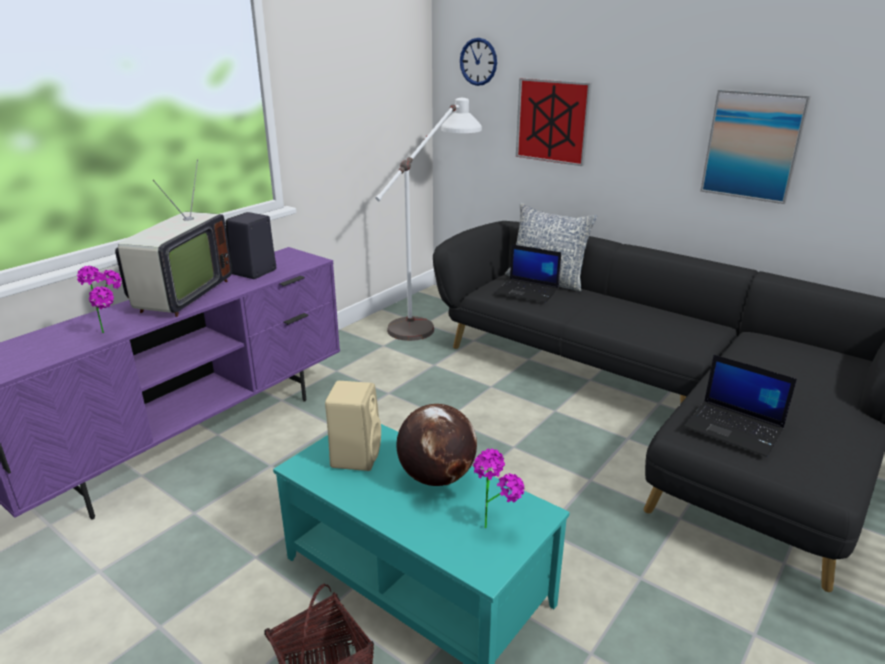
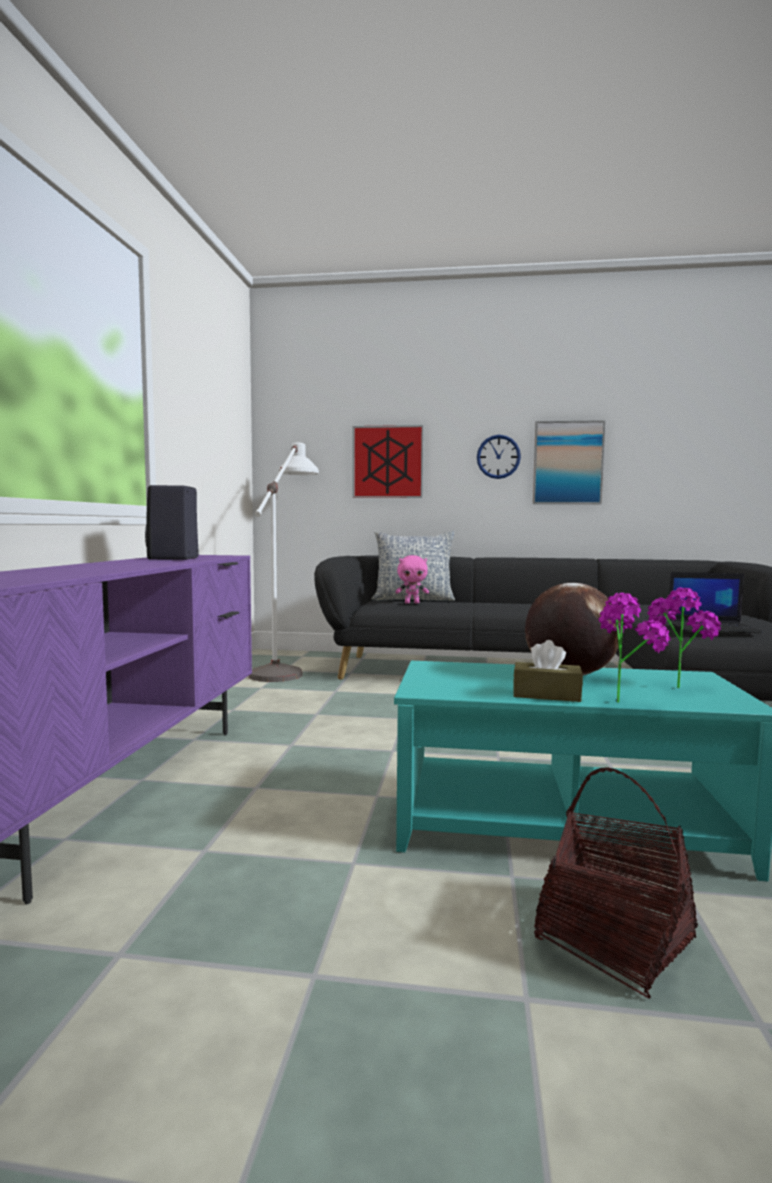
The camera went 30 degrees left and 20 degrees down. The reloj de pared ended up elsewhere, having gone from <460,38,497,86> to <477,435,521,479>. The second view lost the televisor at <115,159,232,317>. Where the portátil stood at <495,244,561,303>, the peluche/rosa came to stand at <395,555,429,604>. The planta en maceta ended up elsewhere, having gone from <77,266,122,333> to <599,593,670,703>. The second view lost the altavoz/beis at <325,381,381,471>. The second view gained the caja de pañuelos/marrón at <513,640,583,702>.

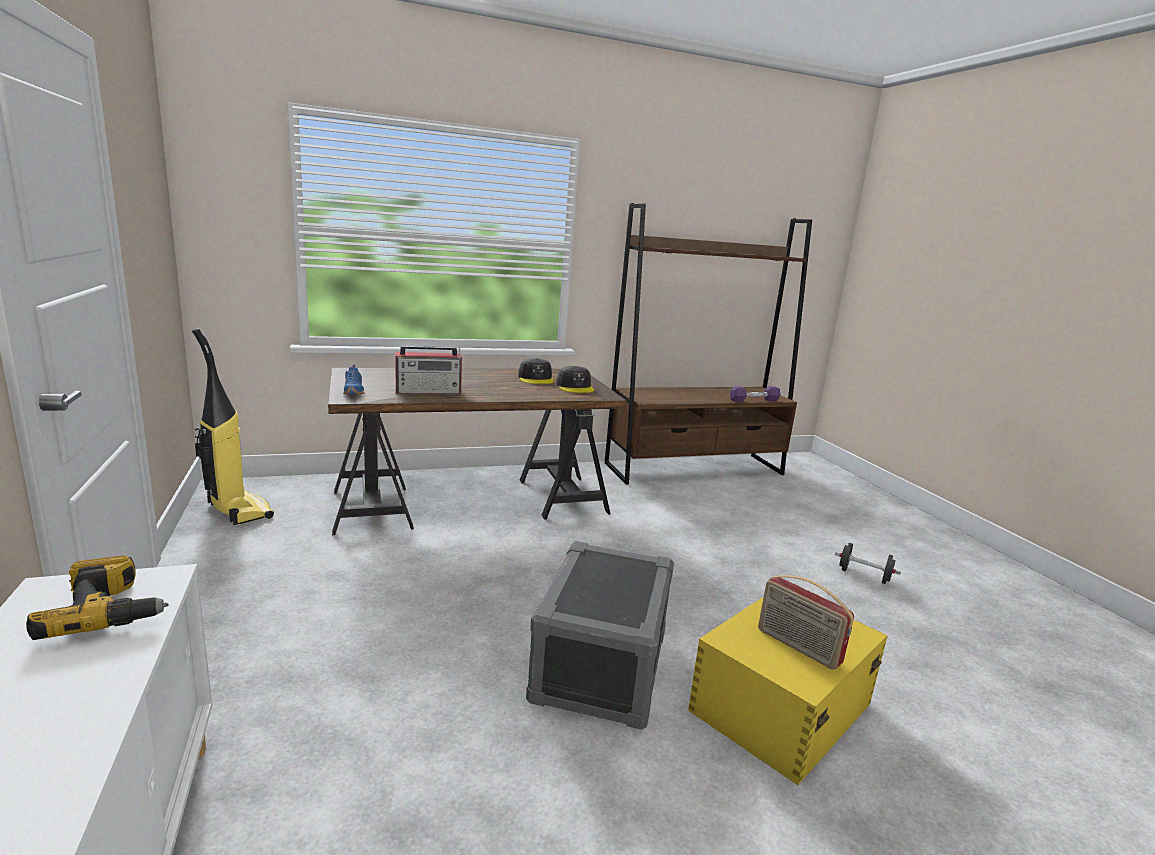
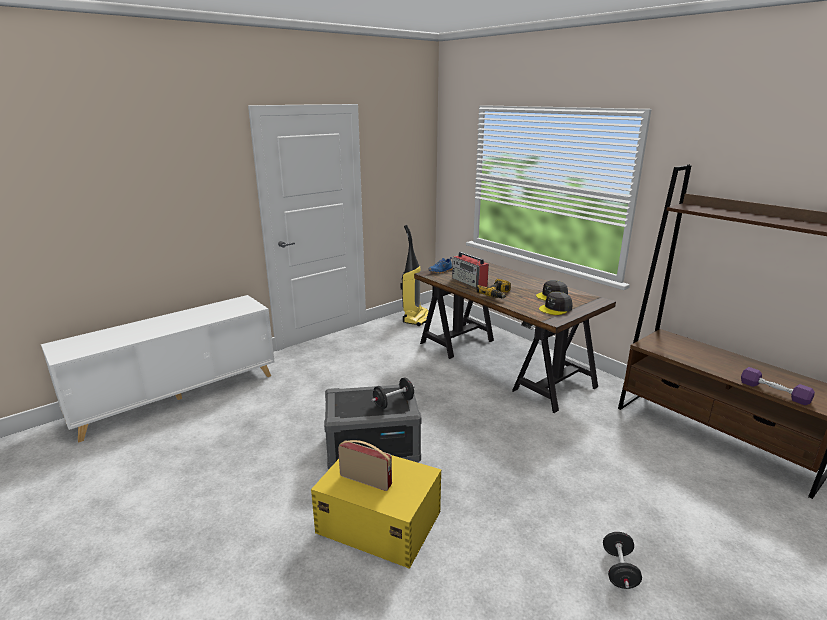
The camera went 70 degrees right and 5 degrees up. The taladro ended up elsewhere, having gone from <26,555,169,640> to <476,279,511,298>. The radio at <758,575,854,670> ended up facing another way, 90 degrees clockwise from before. The second view gained the mancuerna/negro at <371,377,415,409>.

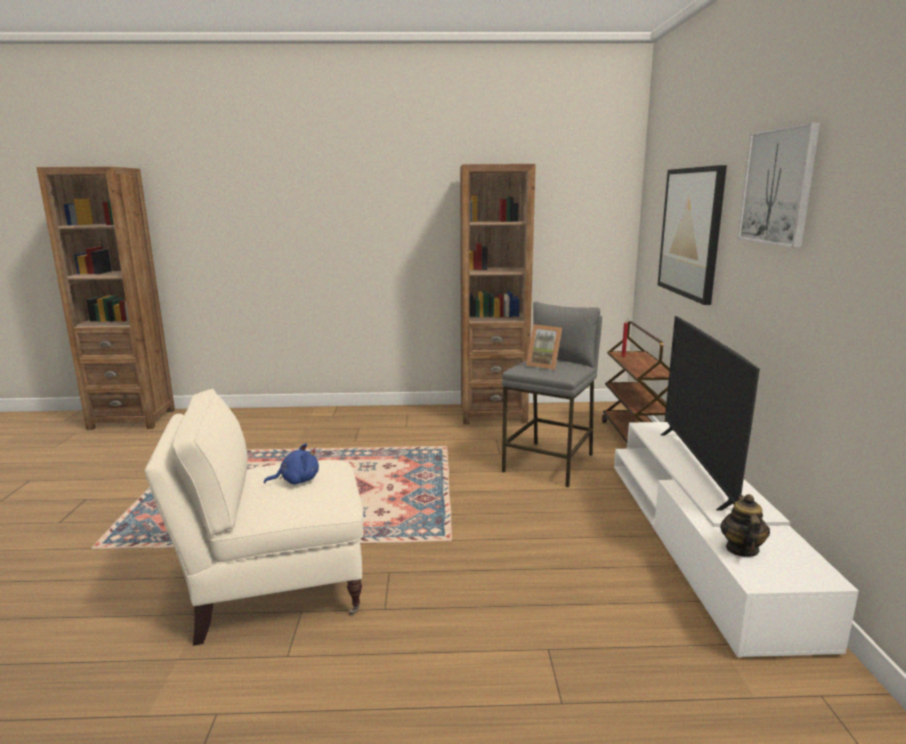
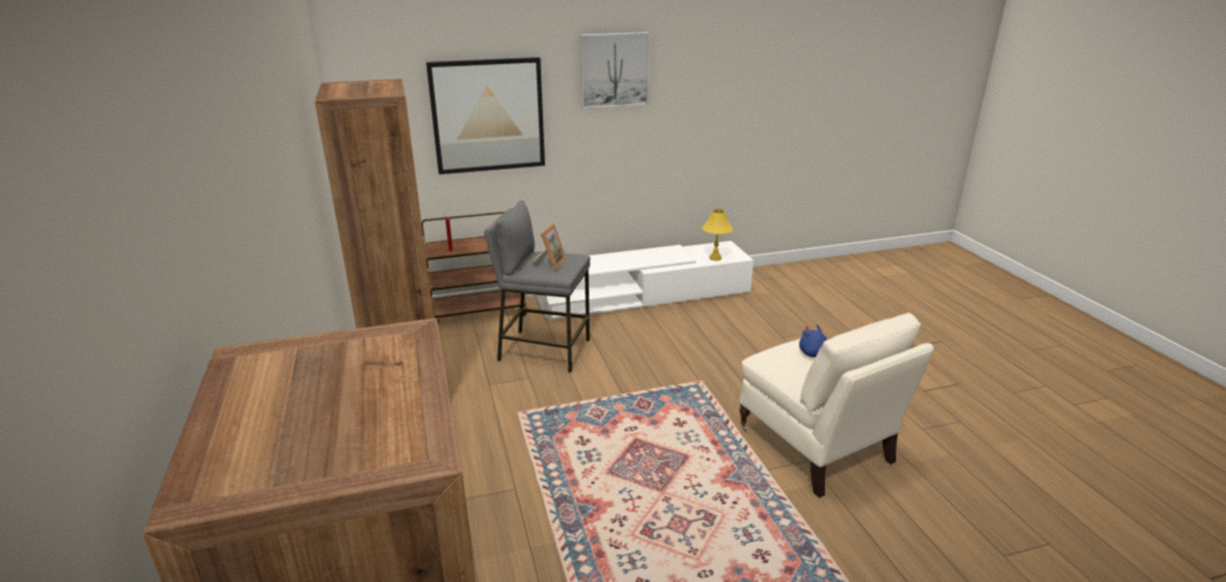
The camera went 105 degrees left and 10 degrees up. The second view lost the televisor at <661,316,760,511>. Where the tetera stood at <720,494,770,557>, the lámpara de mesa/amarillo came to stand at <702,209,733,261>.

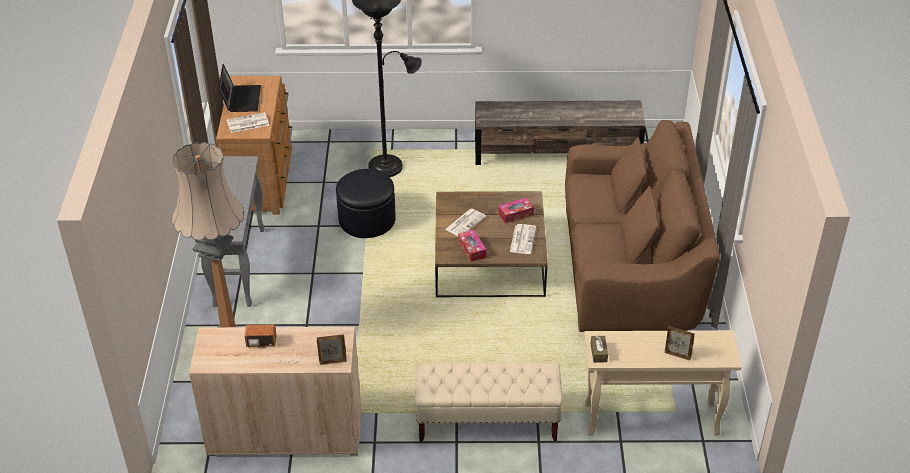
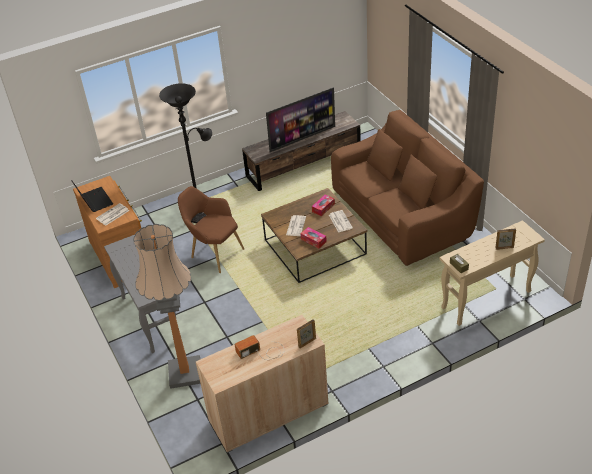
The camera went 25 degrees left and 0 degrees up. Where the puf/negro stood at <336,169,396,238>, the sillón/marrón came to stand at <178,186,244,273>. The second view lost the banco/beis at <415,362,563,441>. The second view gained the televisor at <266,87,335,152>.

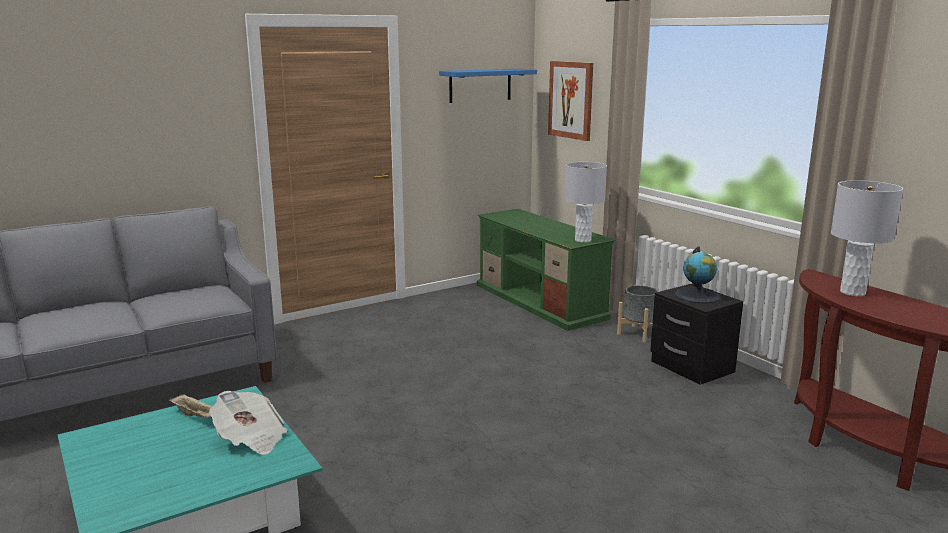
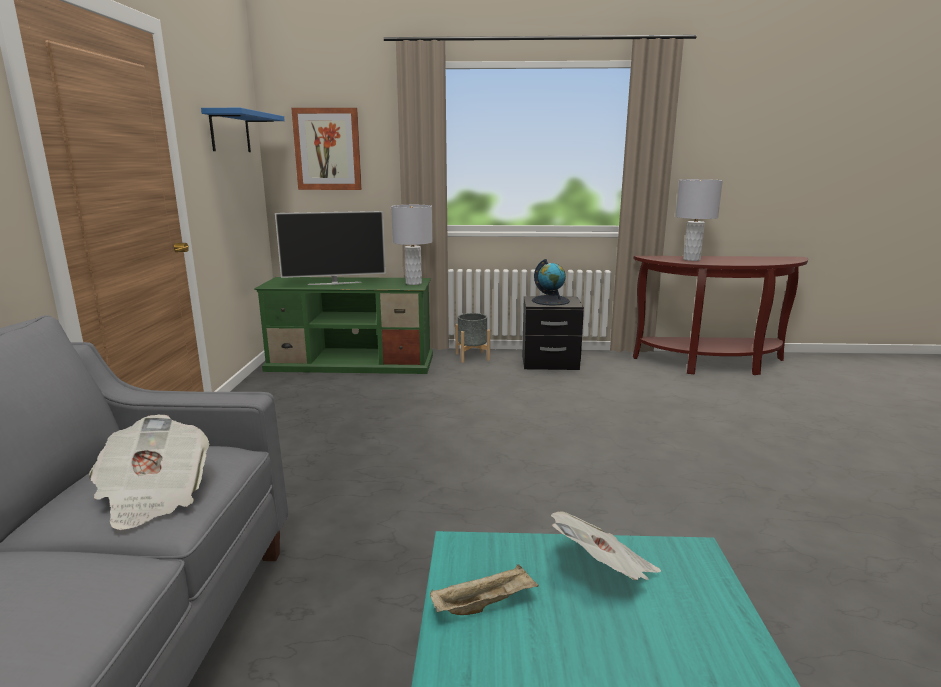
The camera went 55 degrees left and 0 degrees up. The second view gained the televisor at <275,211,386,285>. The second view gained the periódico at <89,415,210,530>.

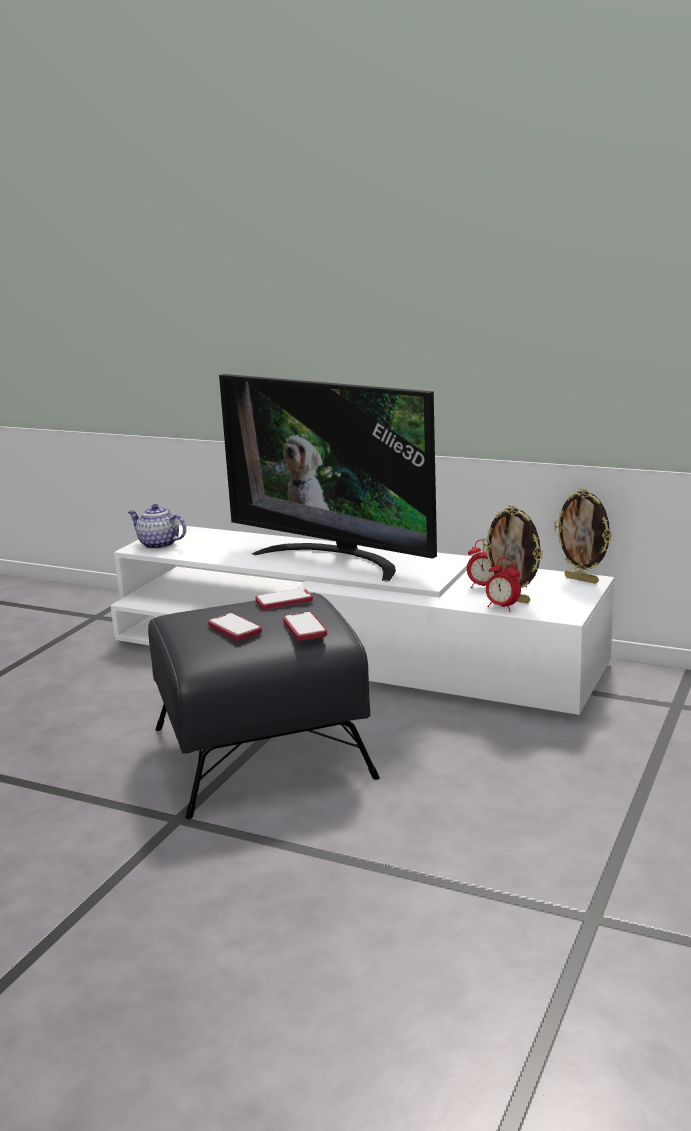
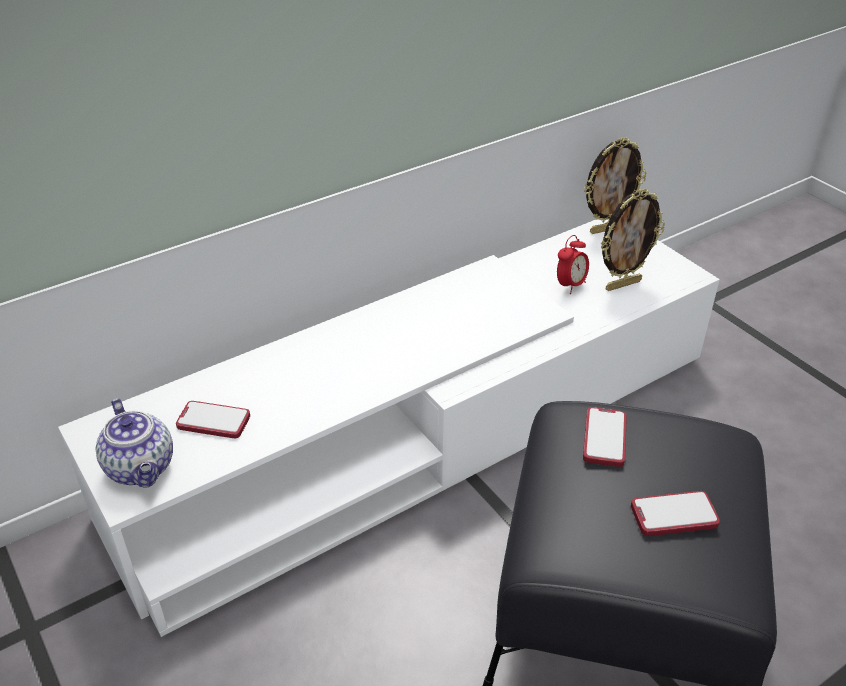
The camera went 60 degrees left and 20 degrees up. The second view lost the televisor at <219,374,437,581>. The tetera at <128,504,186,549> ended up facing another way, 90 degrees counterclockwise from before. The second view lost the despertador at <486,558,521,611>. The móvil ended up elsewhere, having gone from <283,612,327,641> to <176,401,250,438>.

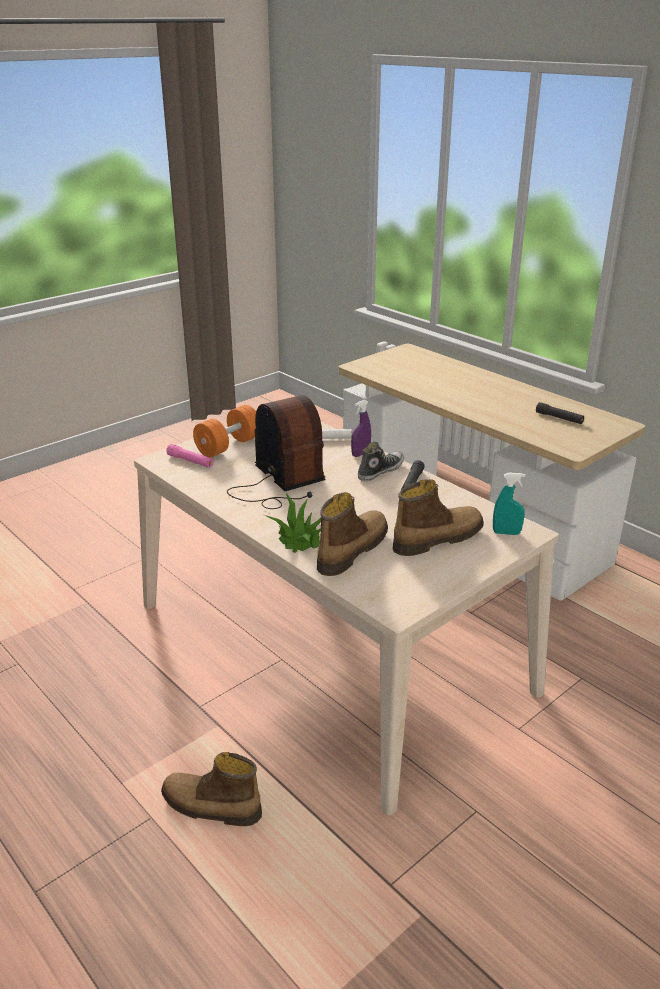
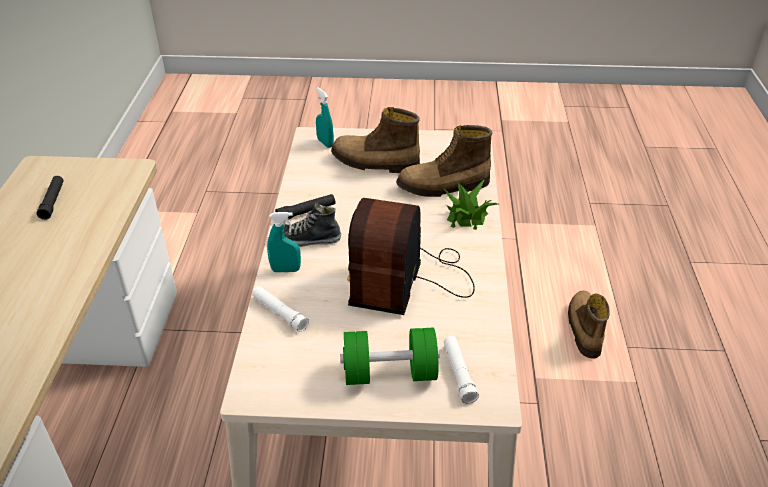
The camera went 135 degrees left and 10 degrees up. What was the pulverizador/morado at <351,400,371,457> turned into the pulverizador/turquesa at <267,212,301,272>. What was the mancuerna/naranja at <193,405,256,457> turned into the mancuerna/verde at <341,327,439,385>. What was the linterna/rosa at <166,444,214,468> turned into the linterna/blanco at <444,336,479,403>. The bota at <161,752,262,826> ended up facing another way, 150 degrees counterclockwise from before.

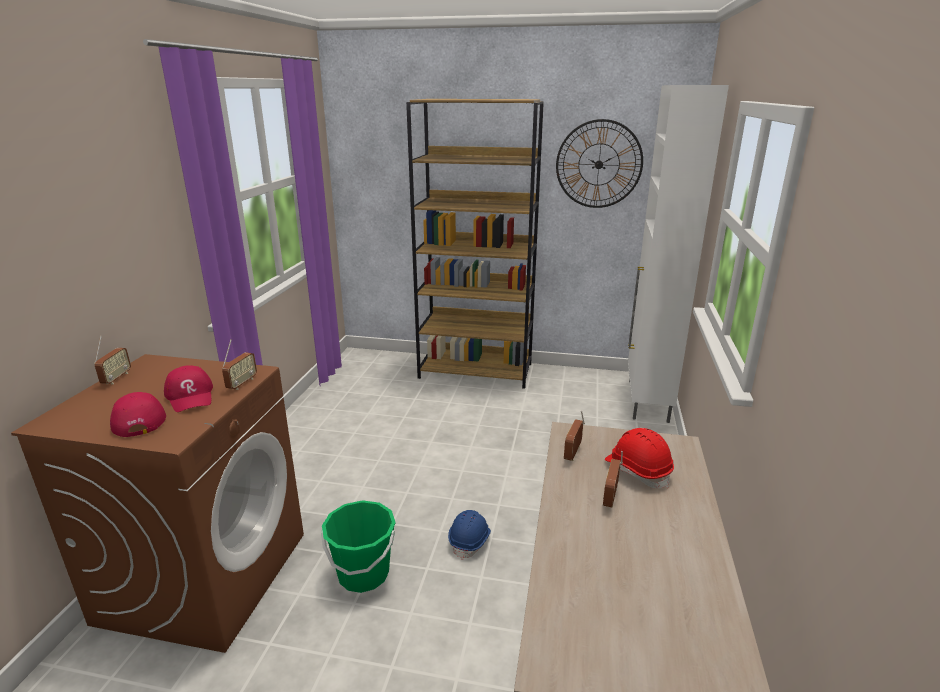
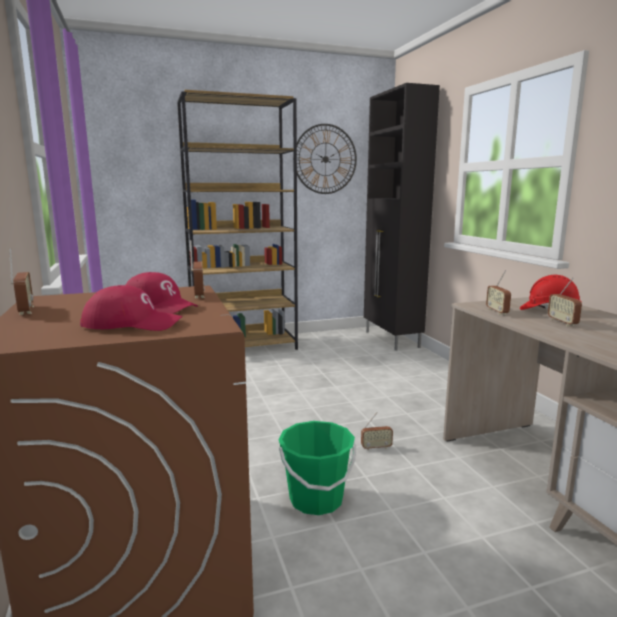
The camera went 30 degrees left and 10 degrees down. What was the armario/blanco at <628,85,729,423> turned into the armario/negro at <364,83,440,351>. The gorra/rojo at <110,392,166,437> ended up facing another way, 150 degrees clockwise from before. Where the casco/azul stood at <448,510,491,560>, the radio came to stand at <361,412,393,450>.

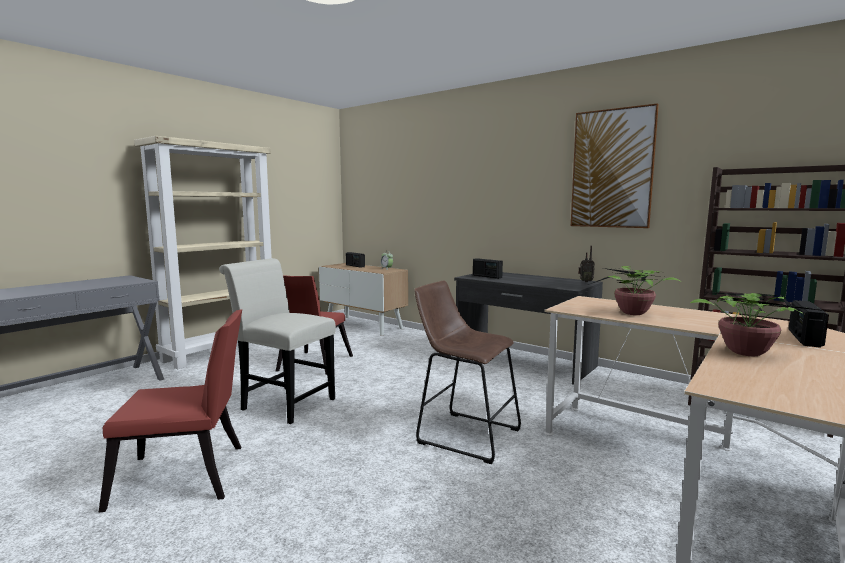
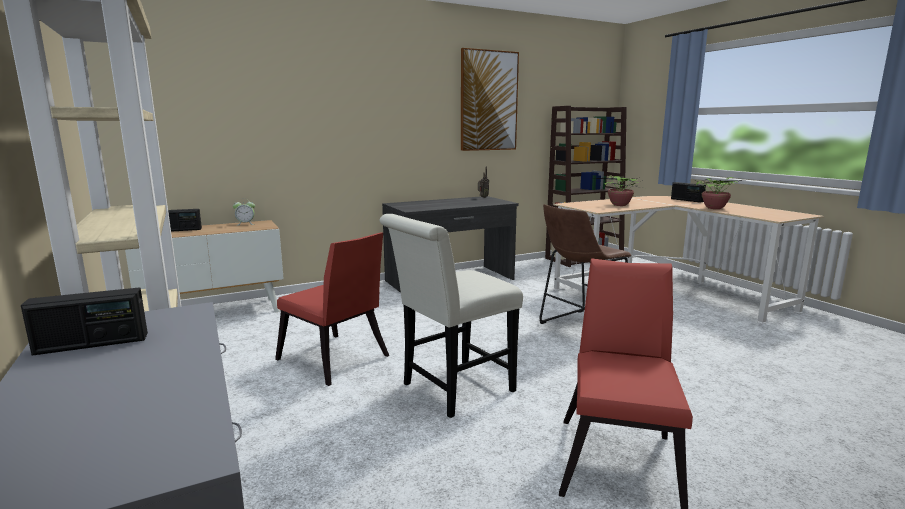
The camera went 65 degrees left and 5 degrees up. The radio ended up elsewhere, having gone from <473,258,503,279> to <21,287,148,356>.

